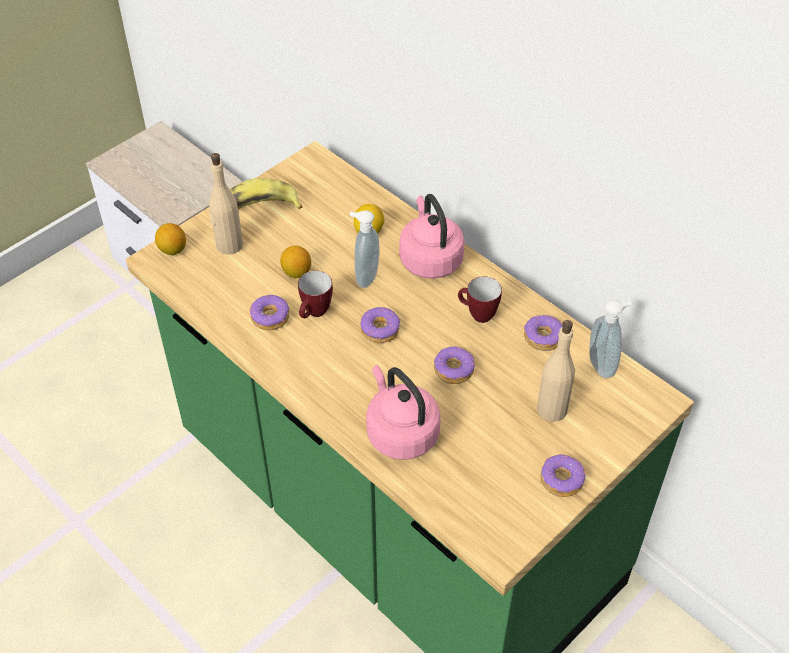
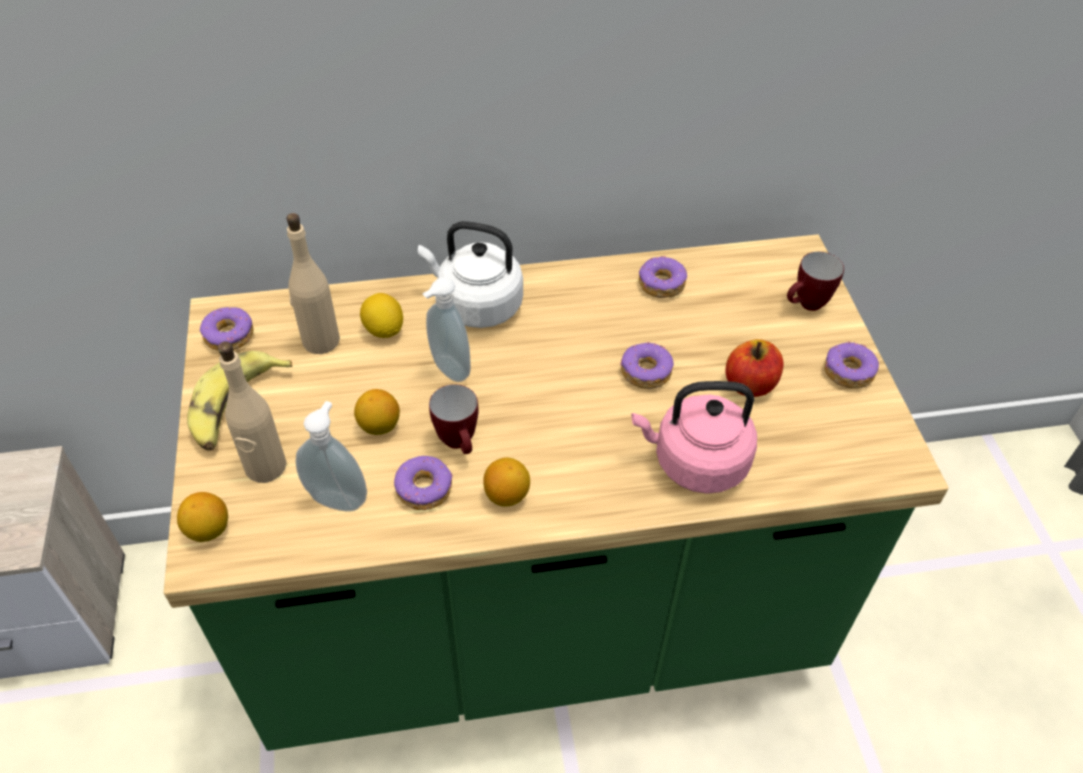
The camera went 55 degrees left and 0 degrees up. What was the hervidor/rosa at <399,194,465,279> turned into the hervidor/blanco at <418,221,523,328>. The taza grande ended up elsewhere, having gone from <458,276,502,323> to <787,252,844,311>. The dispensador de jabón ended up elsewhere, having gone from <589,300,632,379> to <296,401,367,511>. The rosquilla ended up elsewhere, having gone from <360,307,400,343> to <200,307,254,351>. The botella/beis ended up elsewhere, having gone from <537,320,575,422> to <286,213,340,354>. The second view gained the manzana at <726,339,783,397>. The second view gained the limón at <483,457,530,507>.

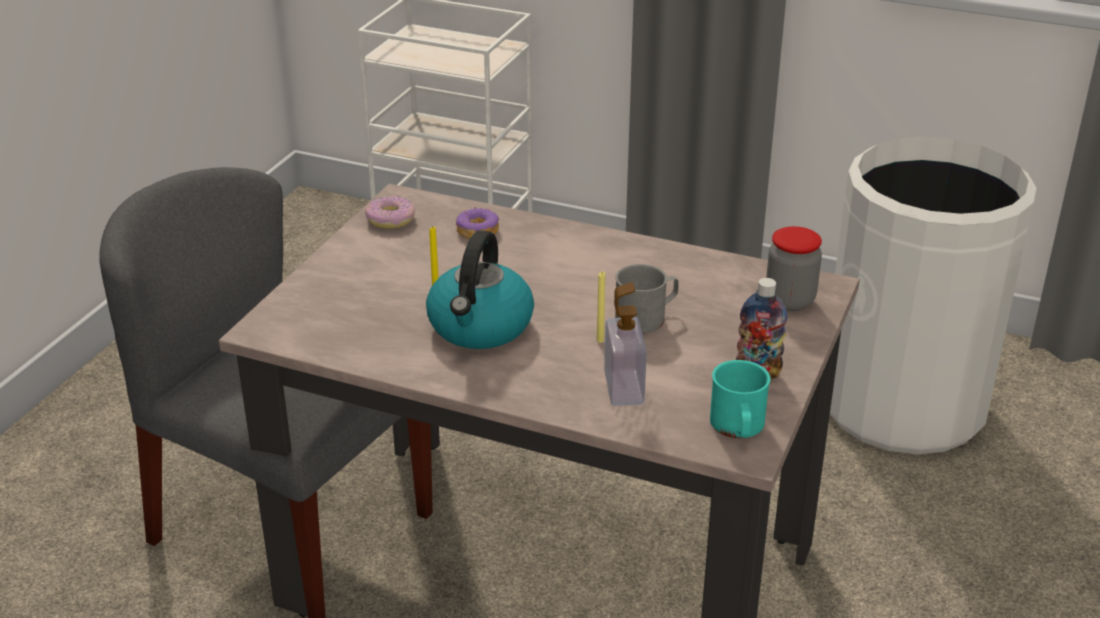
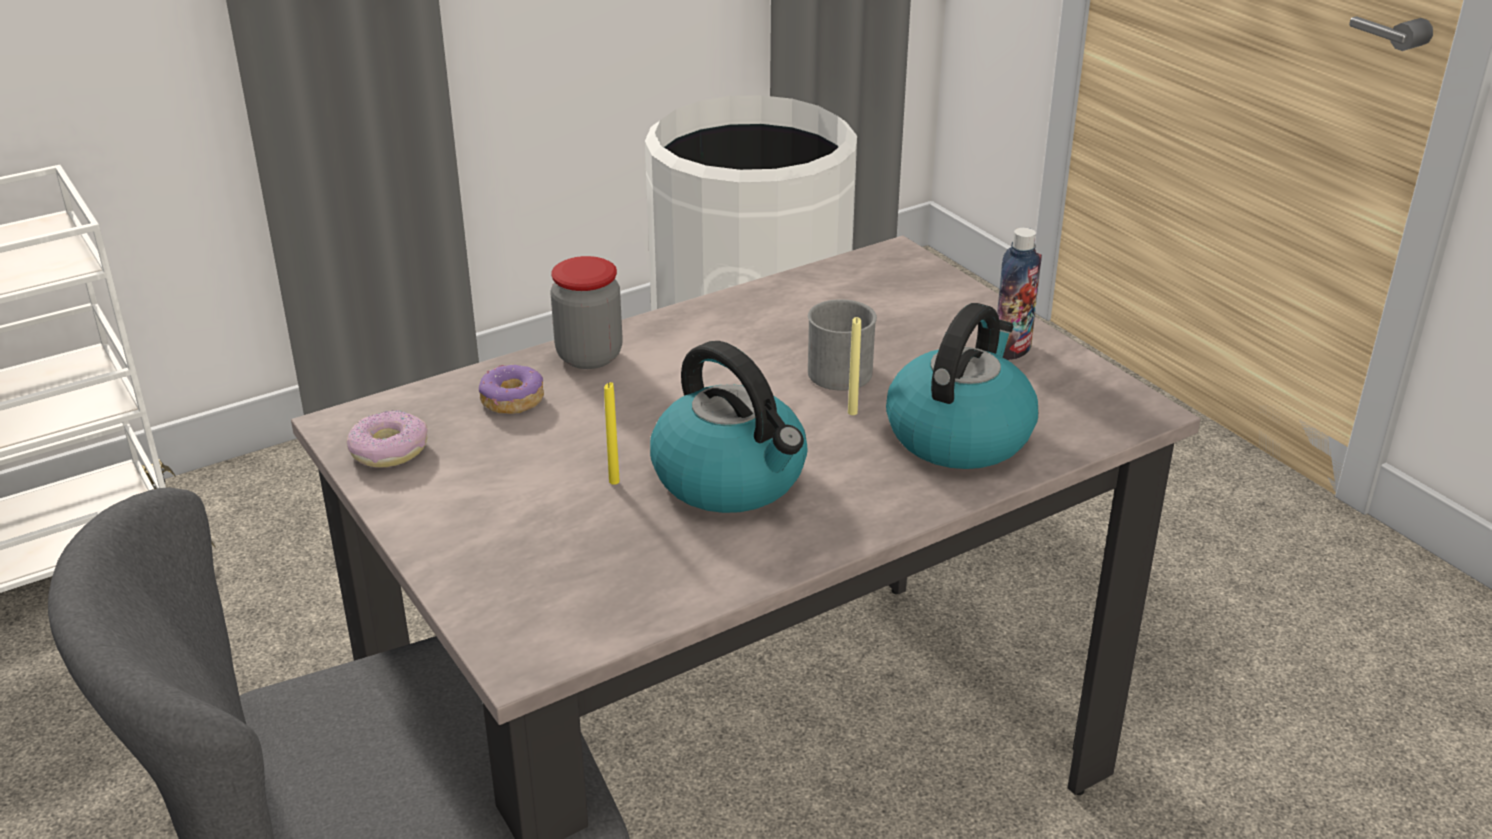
The camera went 55 degrees left and 0 degrees up. The tarro ended up elsewhere, having gone from <766,226,822,311> to <551,256,623,369>. Where the dispensador de jabón stood at <604,282,647,406>, the hervidor came to stand at <886,303,1038,469>. The second view lost the taza grande/turquesa at <710,360,770,438>.

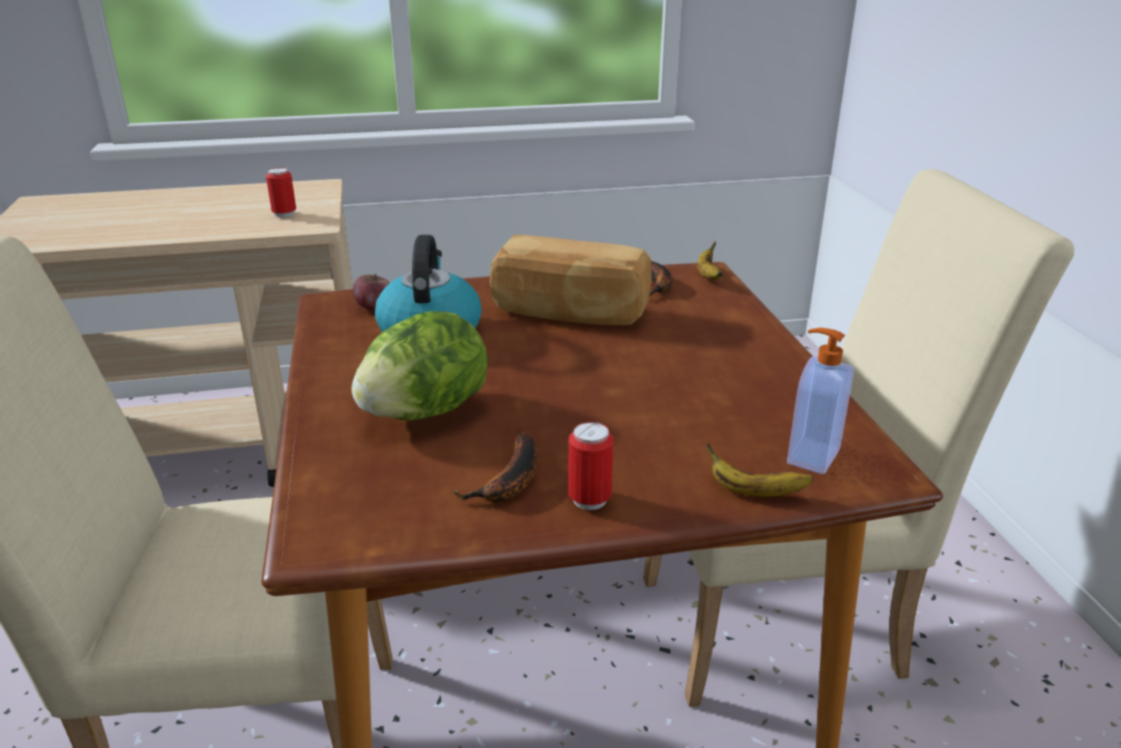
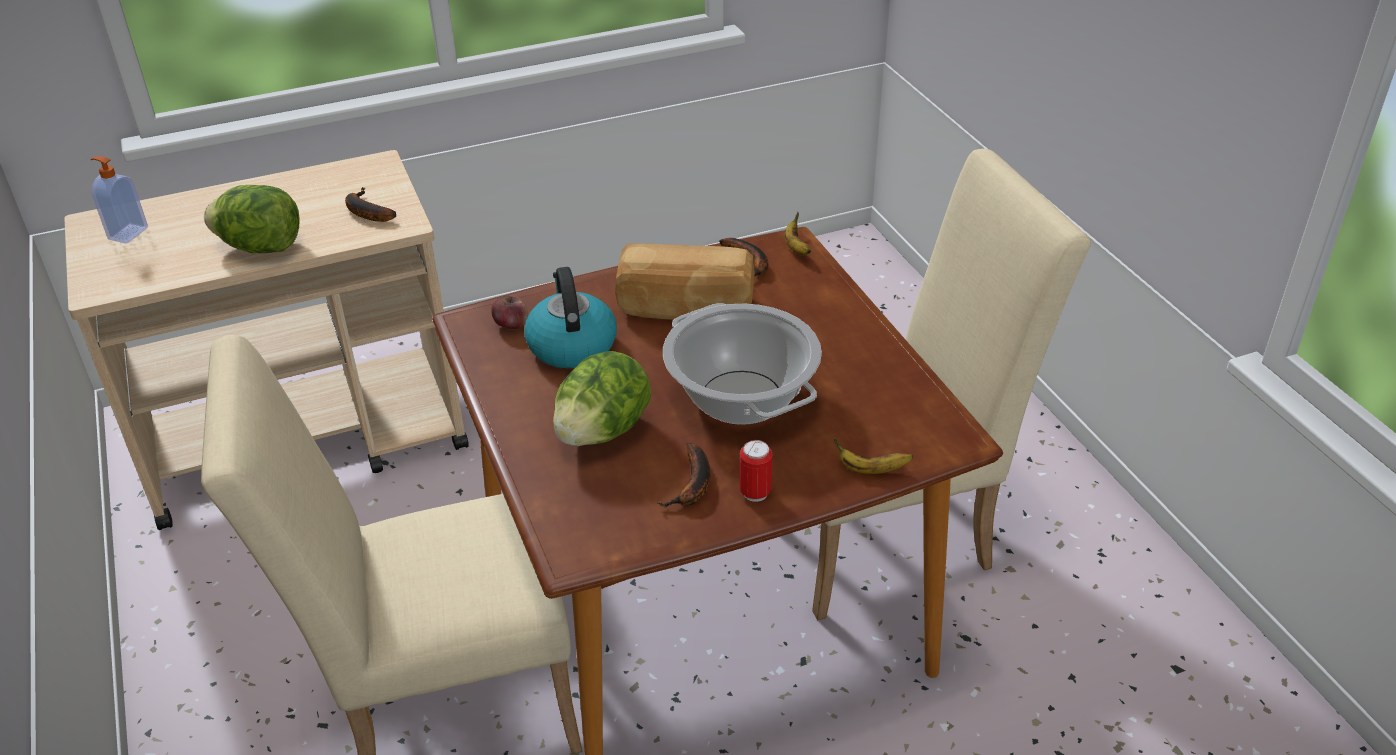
The camera went 10 degrees left and 10 degrees up. Where the lata stood at <266,167,296,218>, the plátano came to stand at <345,187,397,222>. The dispensador de jabón ended up elsewhere, having gone from <787,328,854,474> to <90,156,148,244>. The second view gained the lechuga at <204,185,300,253>. The second view gained the olla at <663,303,822,425>.

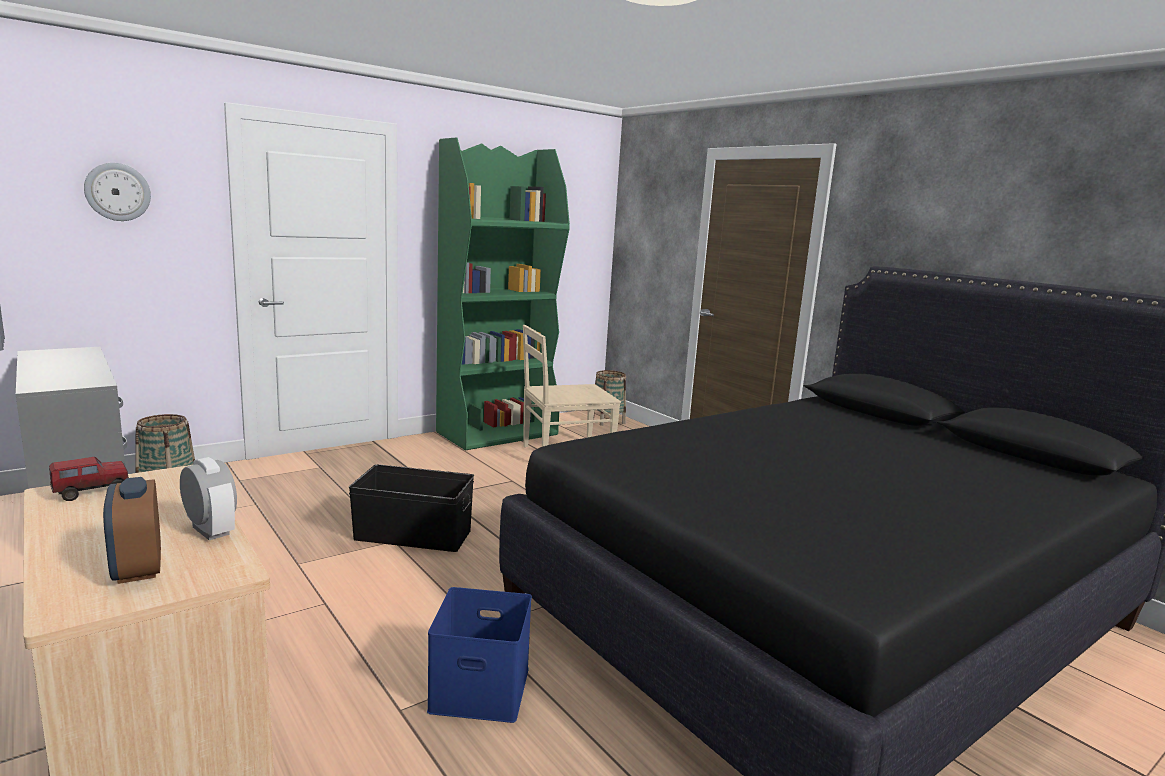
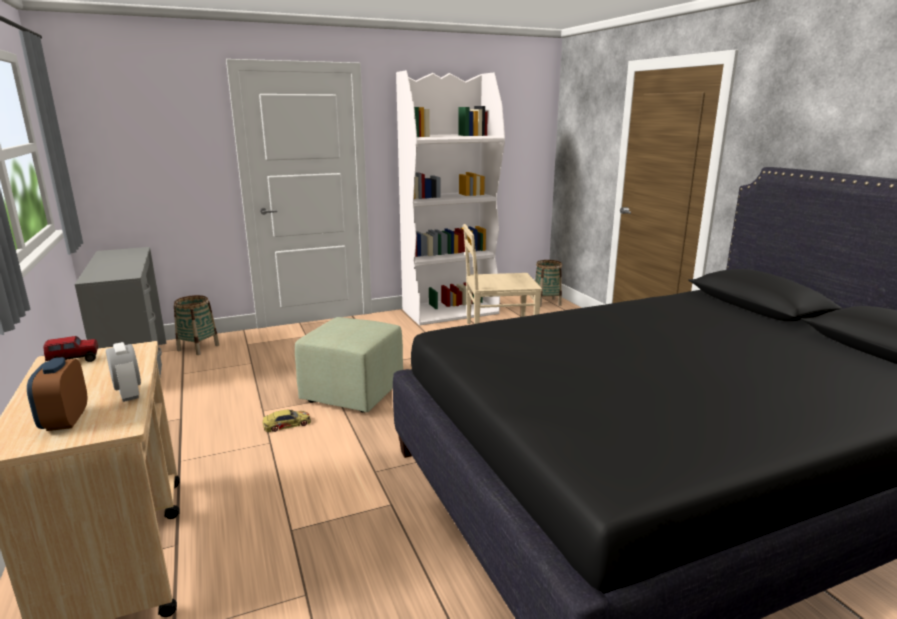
The camera went 15 degrees right and 5 degrees up. What was the estantería/verde at <436,137,570,450> turned into the estantería/blanco at <396,70,505,326>. The second view lost the reloj de pared at <84,163,151,221>. Where the caja de almacenaje/negro stood at <349,464,474,552>, the puf/verde came to stand at <295,317,403,412>. The second view lost the caja de almacenaje/azul at <427,587,532,723>. The second view gained the coche de juguete at <262,410,311,432>.

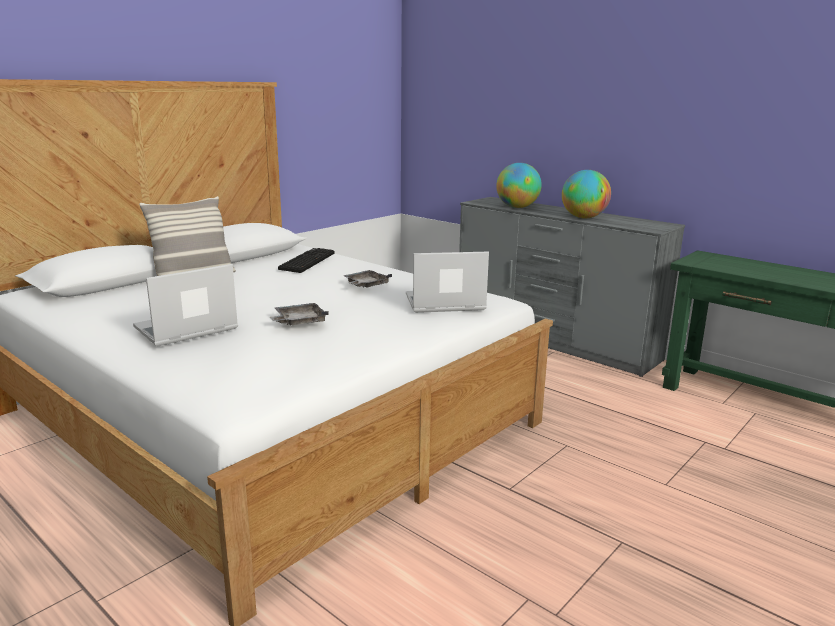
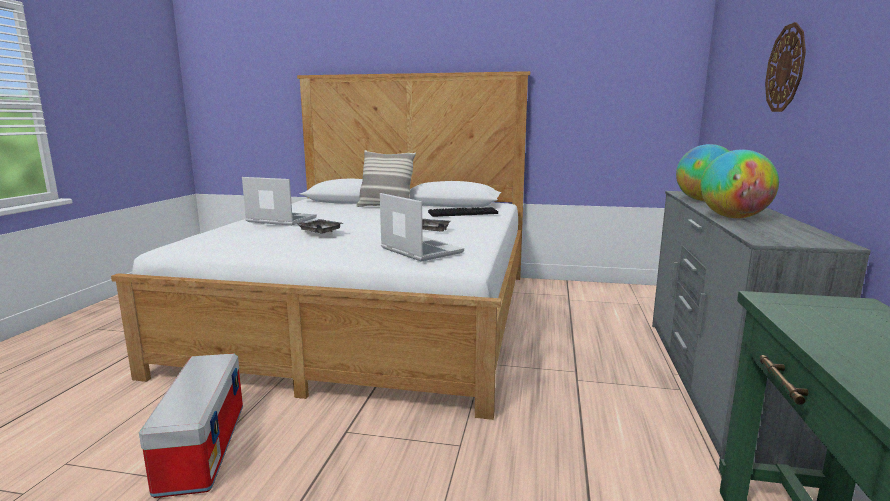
The camera went 60 degrees right and 5 degrees down. The second view gained the reloj de pared at <765,22,806,112>. The second view gained the caja de almacenaje at <139,353,243,498>.

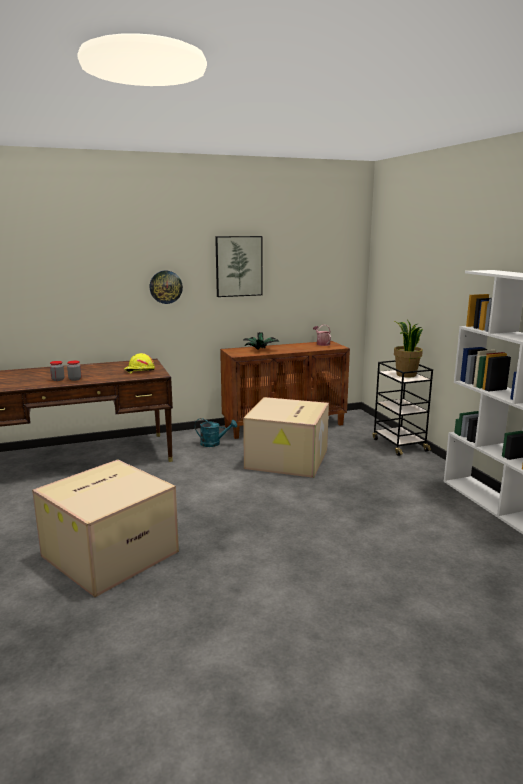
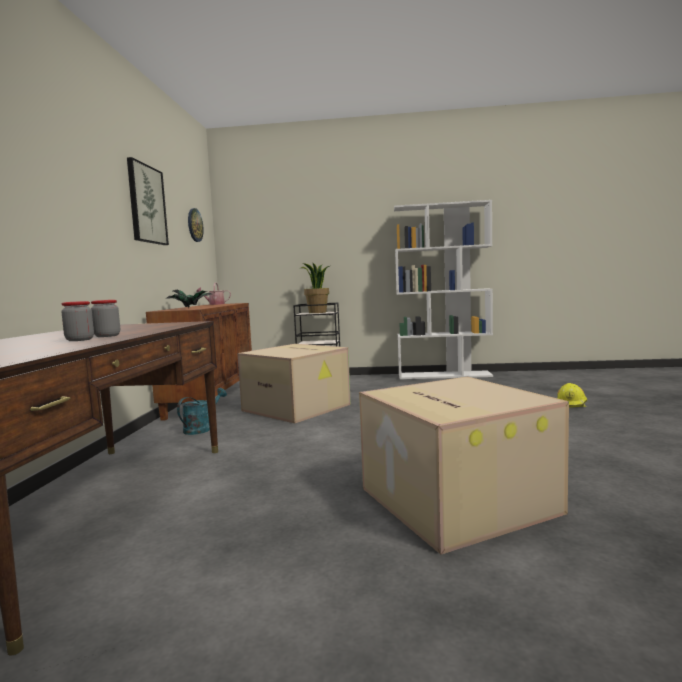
The camera went 65 degrees left and 10 degrees down. The reloj de pared ended up elsewhere, having gone from <149,271,183,304> to <188,208,204,242>. The casco/amarillo ended up elsewhere, having gone from <124,353,155,374> to <557,383,587,408>.

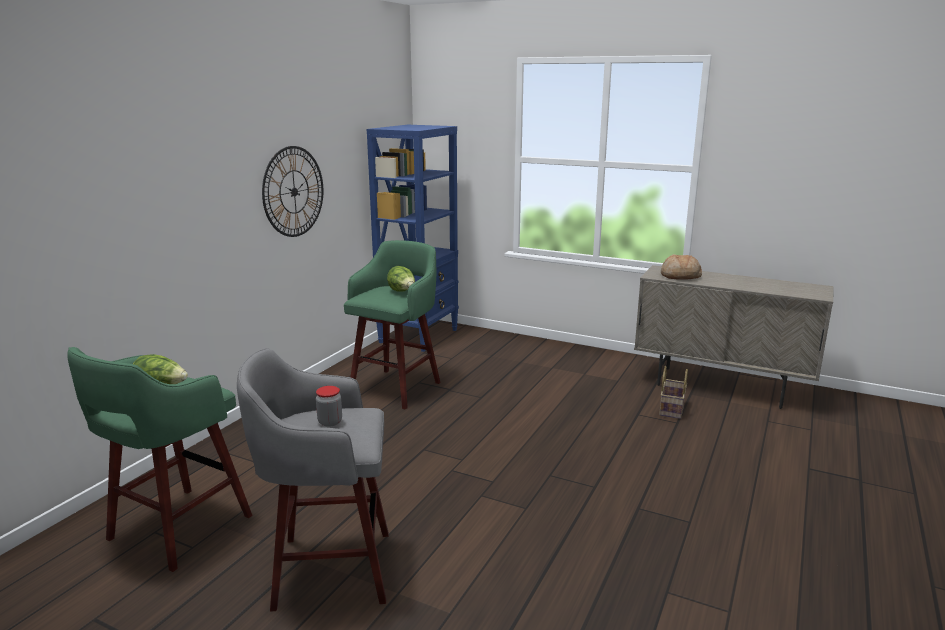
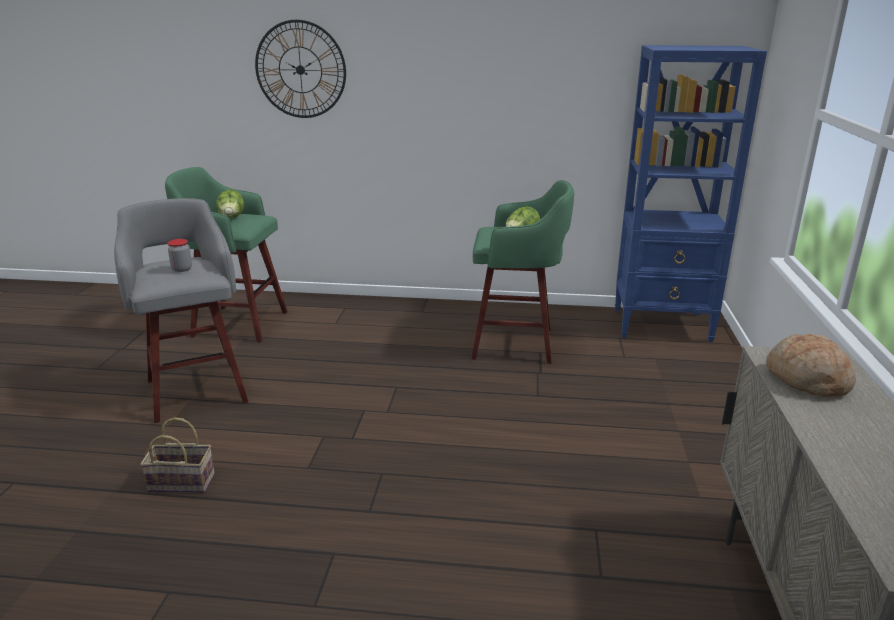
The camera went 70 degrees right and 5 degrees up. The reloj de pared ended up elsewhere, having gone from <262,146,323,237> to <255,20,346,118>. The cesta ended up elsewhere, having gone from <659,366,688,419> to <140,417,215,493>.

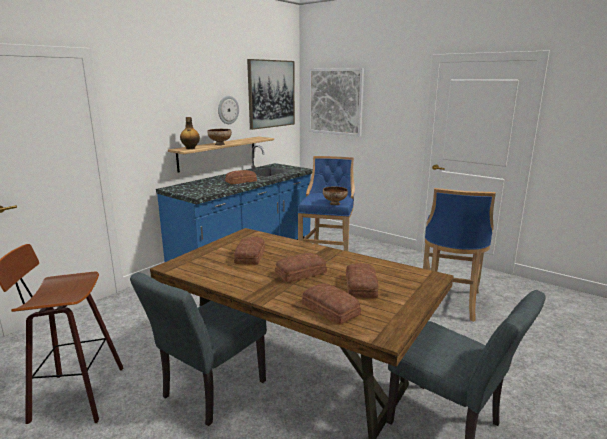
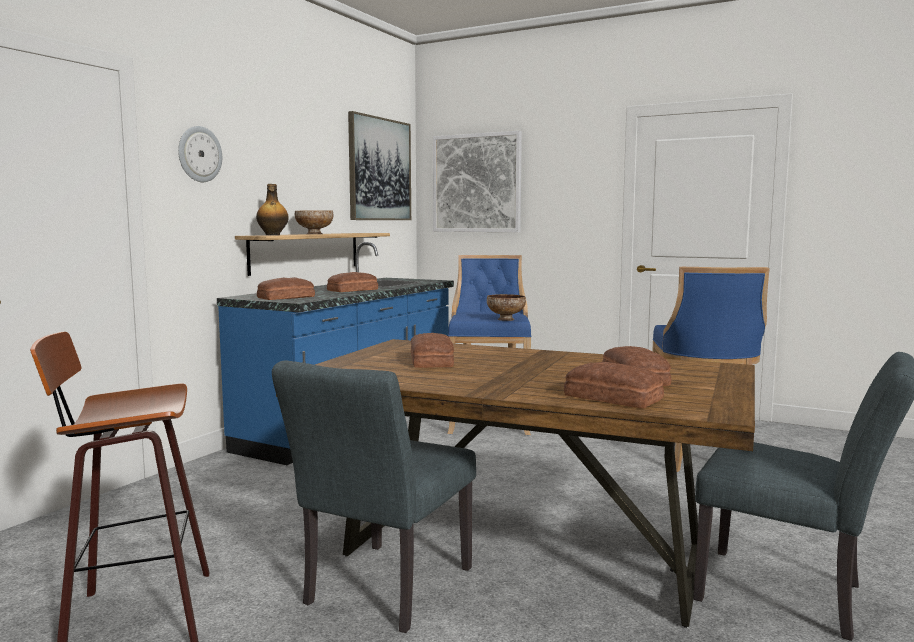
The camera went 10 degrees left and 10 degrees down. The reloj de pared ended up elsewhere, having gone from <218,96,239,124> to <178,126,222,182>. The pan ended up elsewhere, having gone from <275,253,327,283> to <257,277,315,300>.

